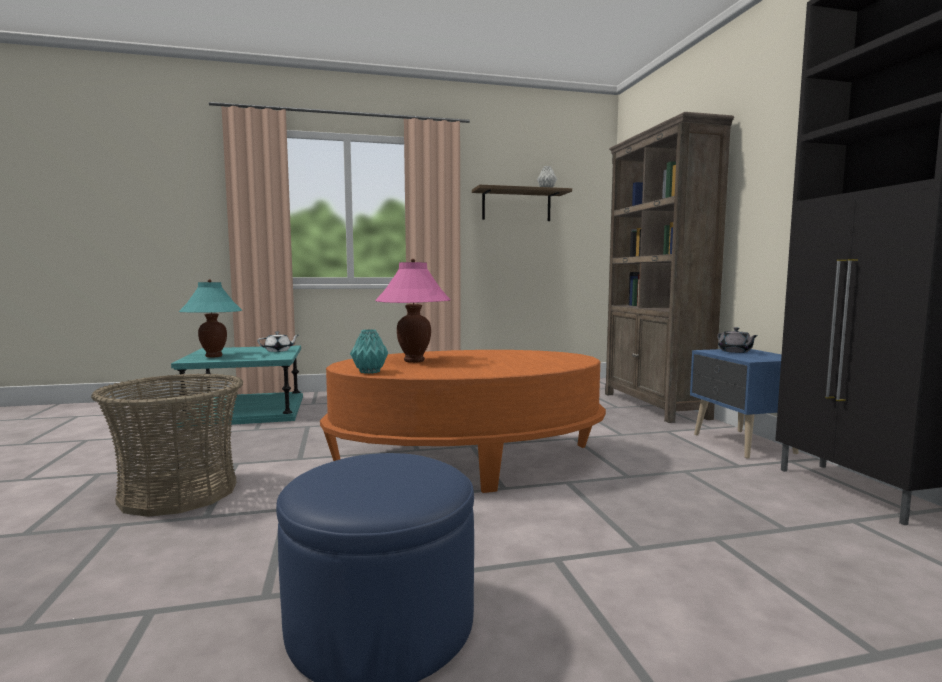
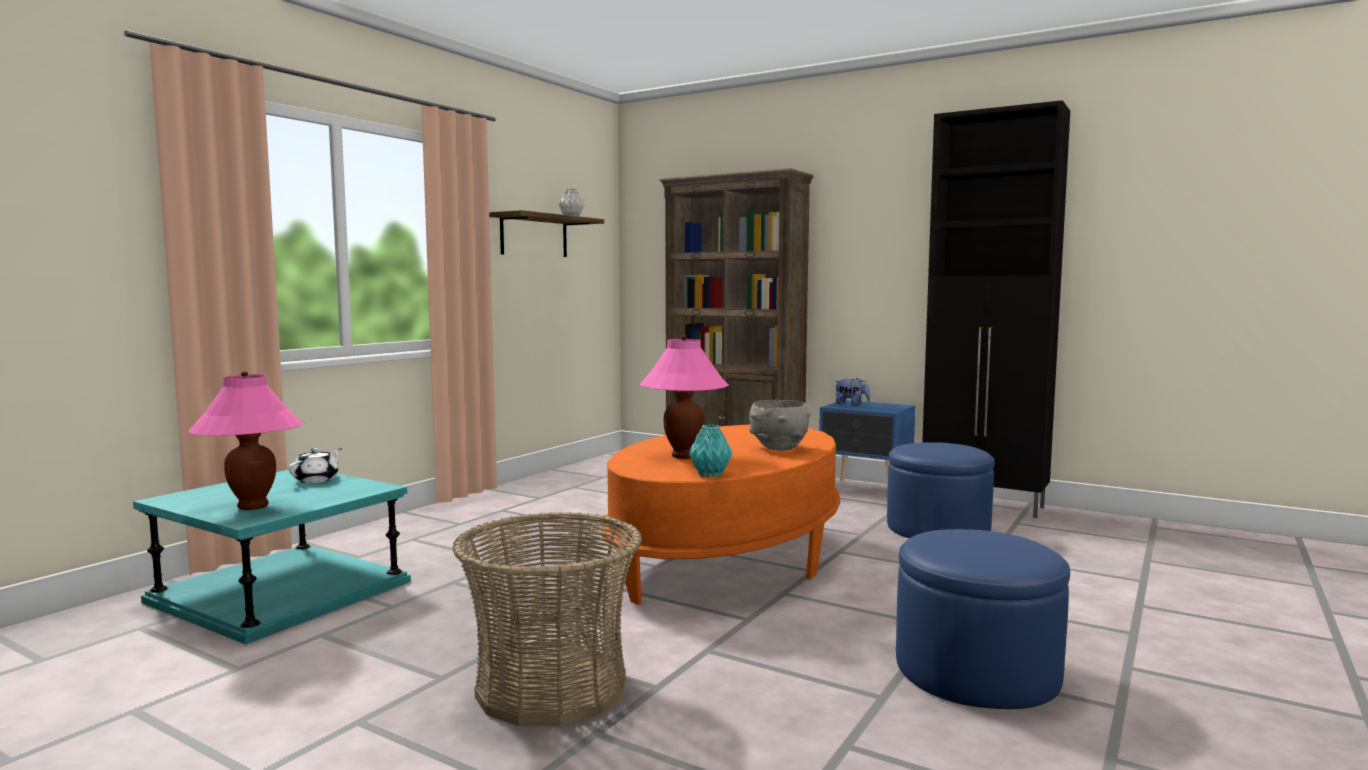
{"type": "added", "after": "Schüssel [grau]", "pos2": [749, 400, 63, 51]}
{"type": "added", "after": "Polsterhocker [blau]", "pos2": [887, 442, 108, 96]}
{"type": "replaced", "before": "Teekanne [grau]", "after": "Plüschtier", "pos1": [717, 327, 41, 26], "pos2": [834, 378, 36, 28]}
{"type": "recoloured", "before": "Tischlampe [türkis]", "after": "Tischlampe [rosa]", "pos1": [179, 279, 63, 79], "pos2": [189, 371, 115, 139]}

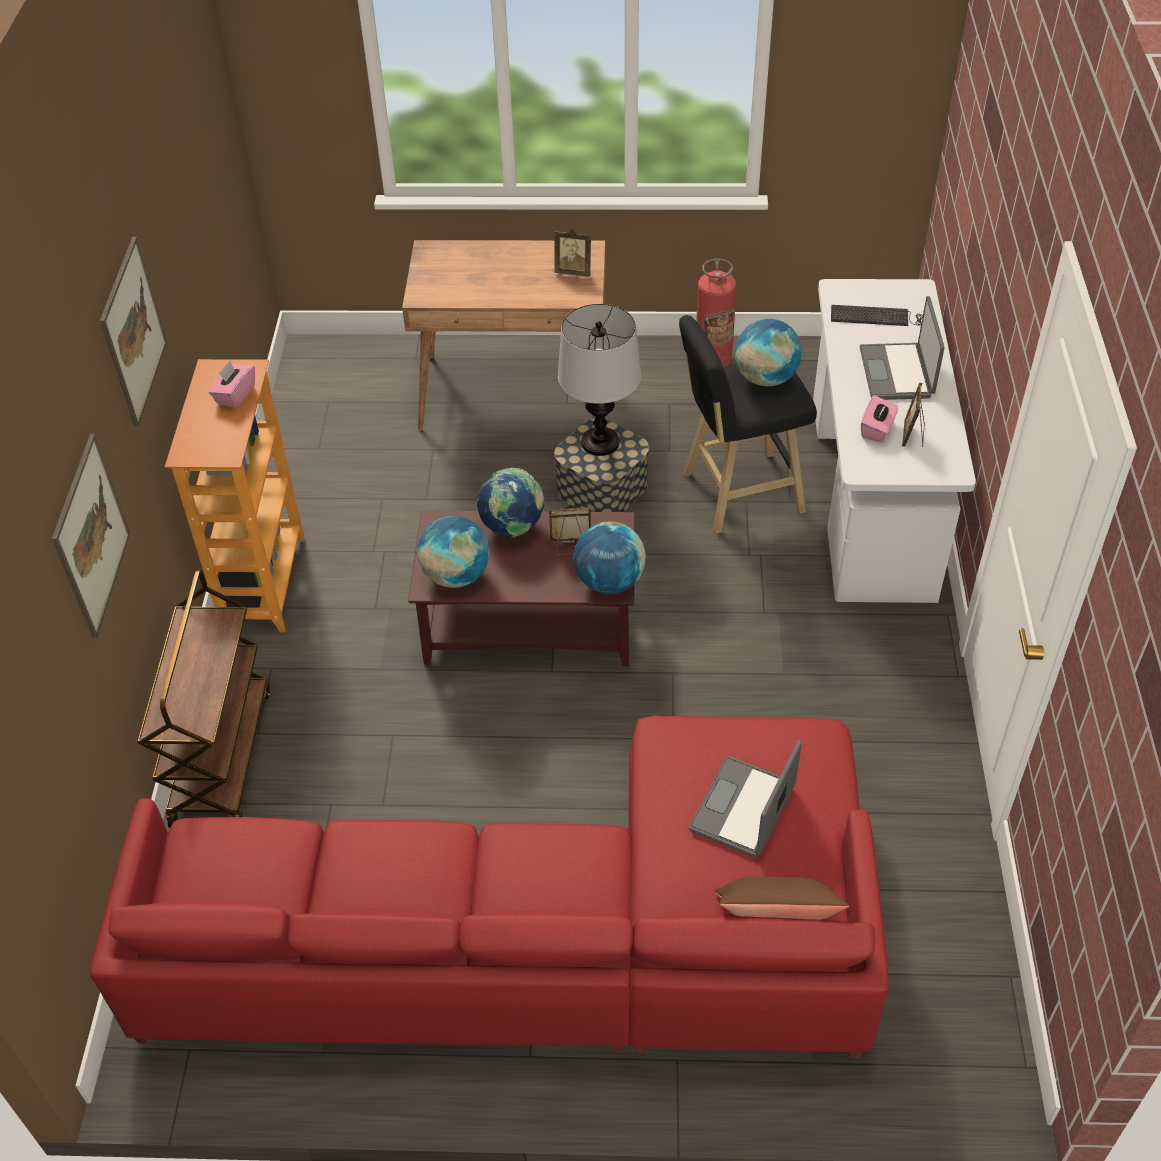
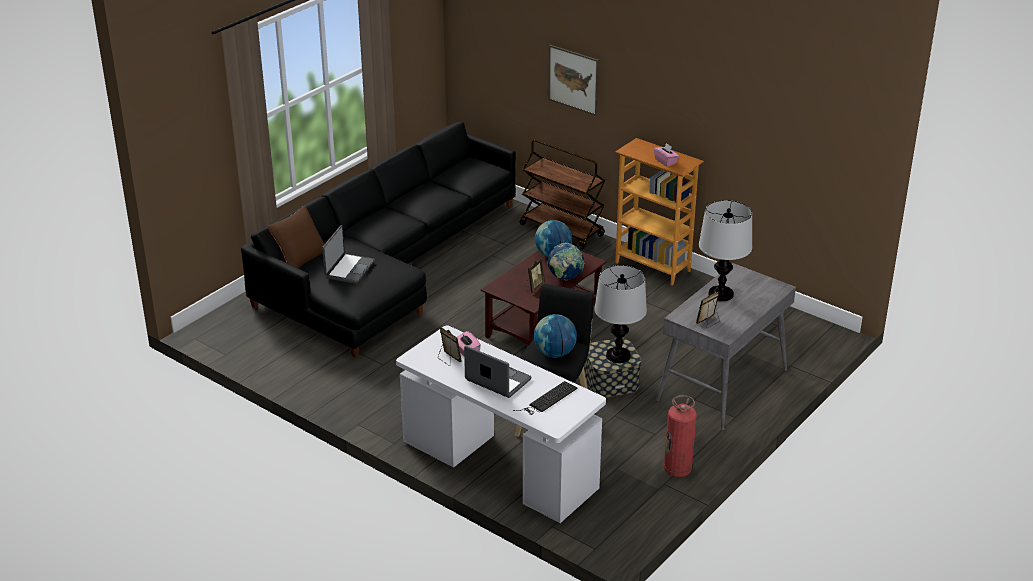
{"type": "removed", "before": "Bild", "pos1": [100, 236, 67, 191]}
{"type": "removed", "before": "Globus", "pos1": [573, 521, 73, 73]}
{"type": "added", "after": "Tischlampe", "pos2": [699, 200, 53, 101]}
{"type": "recoloured", "before": "Sofa [rot]", "after": "Sofa [schwarz]", "pos1": [89, 716, 800, 342], "pos2": [241, 122, 275, 236]}
{"type": "recoloured", "before": "Schreibtisch [braun]", "after": "Schreibtisch [grau]", "pos1": [402, 240, 203, 190], "pos2": [656, 263, 140, 167]}
{"type": "turned", "before": "Laptop", "pos1": [689, 740, 113, 117], "pos2": [322, 225, 53, 59], "turn": 45}

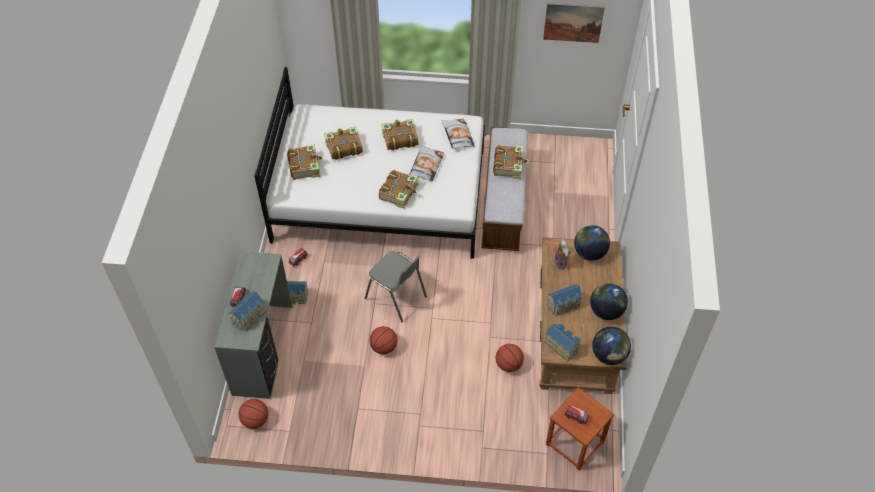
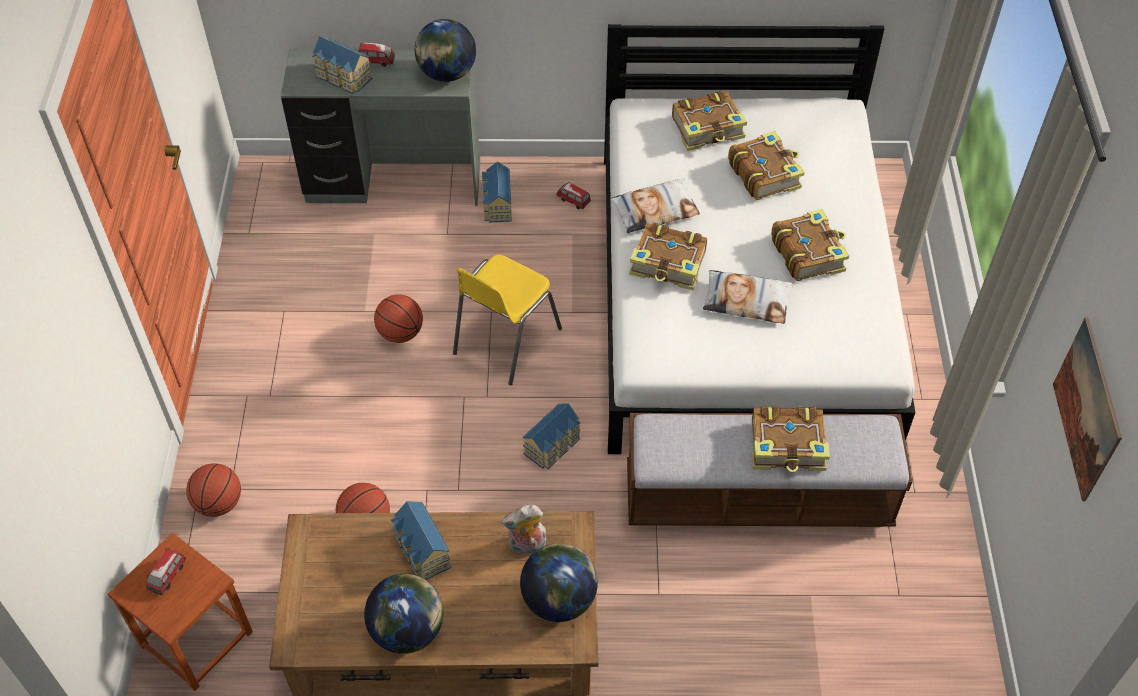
{"type": "moved", "before": "Basketball", "pos1": [239, 399, 29, 30], "pos2": [186, 463, 55, 54]}
{"type": "moved", "before": "Kissen", "pos1": [442, 119, 33, 30], "pos2": [610, 179, 90, 54]}
{"type": "moved", "before": "Spielzeughaus", "pos1": [544, 323, 36, 39], "pos2": [522, 404, 59, 65]}
{"type": "moved", "before": "Globus", "pos1": [592, 327, 39, 38], "pos2": [415, 19, 61, 63]}
{"type": "recoloured", "before": "Stuhl [grau]", "after": "Stuhl [gelb]", "pos1": [365, 251, 62, 71], "pos2": [453, 255, 109, 130]}

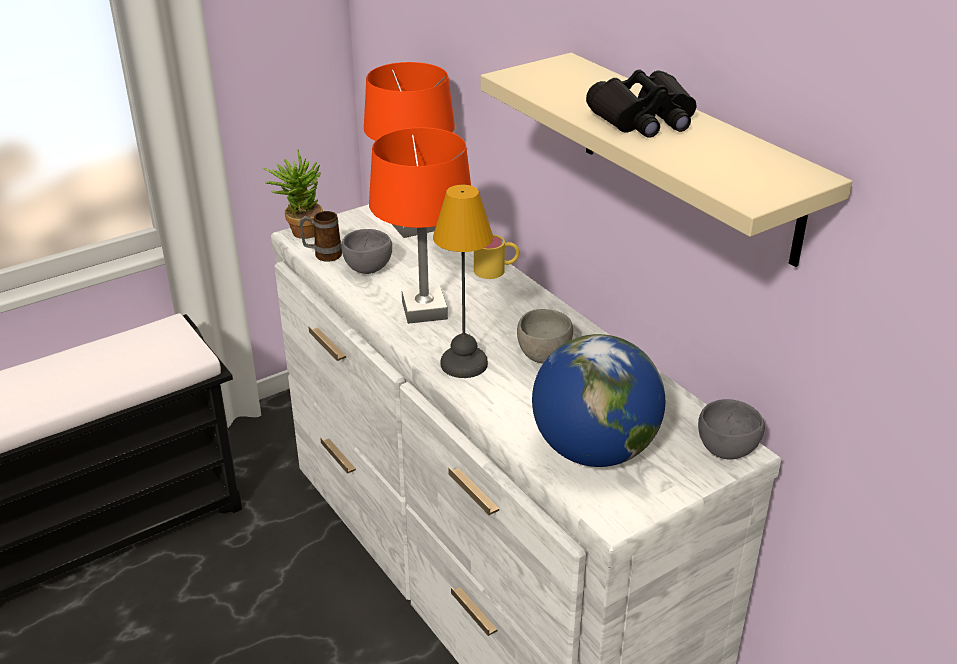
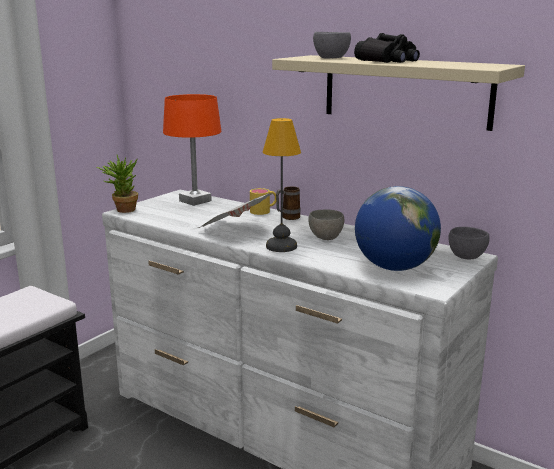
{"type": "moved", "before": "Henkelbecher", "pos1": [300, 211, 42, 51], "pos2": [276, 187, 25, 33]}
{"type": "moved", "before": "Schüssel [grau]", "pos1": [341, 229, 51, 45], "pos2": [313, 32, 38, 26]}
{"type": "replaced", "before": "Tischlampe [orange]", "after": "Zeitung", "pos1": [369, 127, 102, 197], "pos2": [198, 193, 74, 35]}

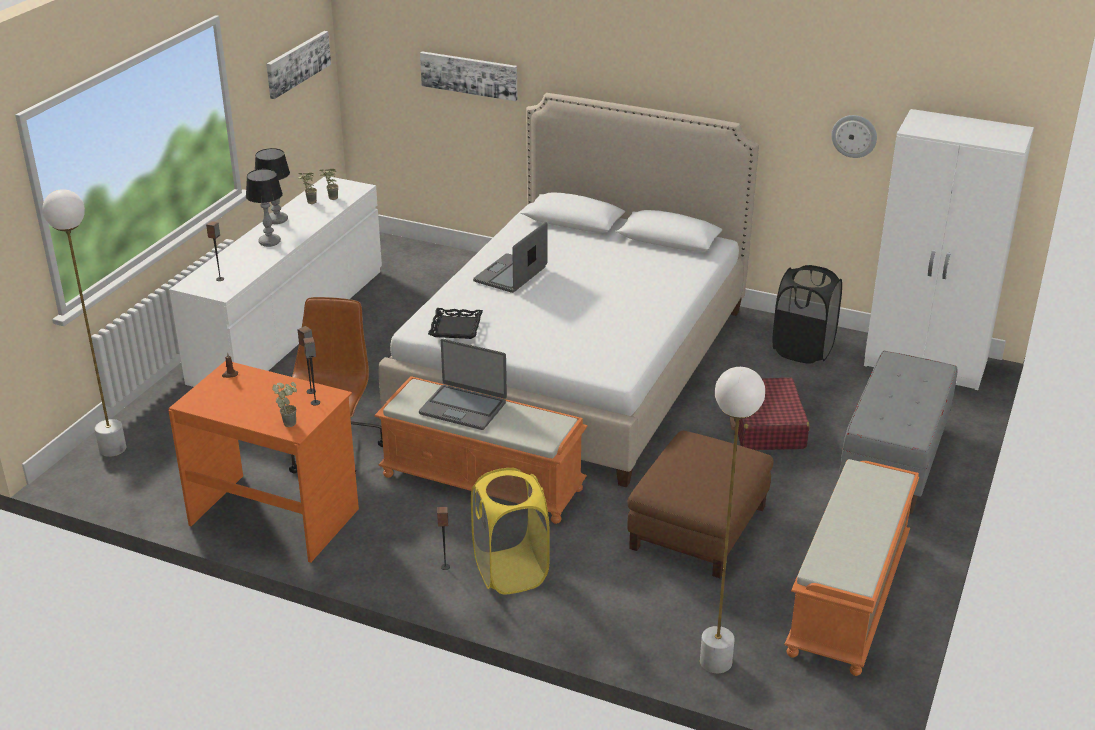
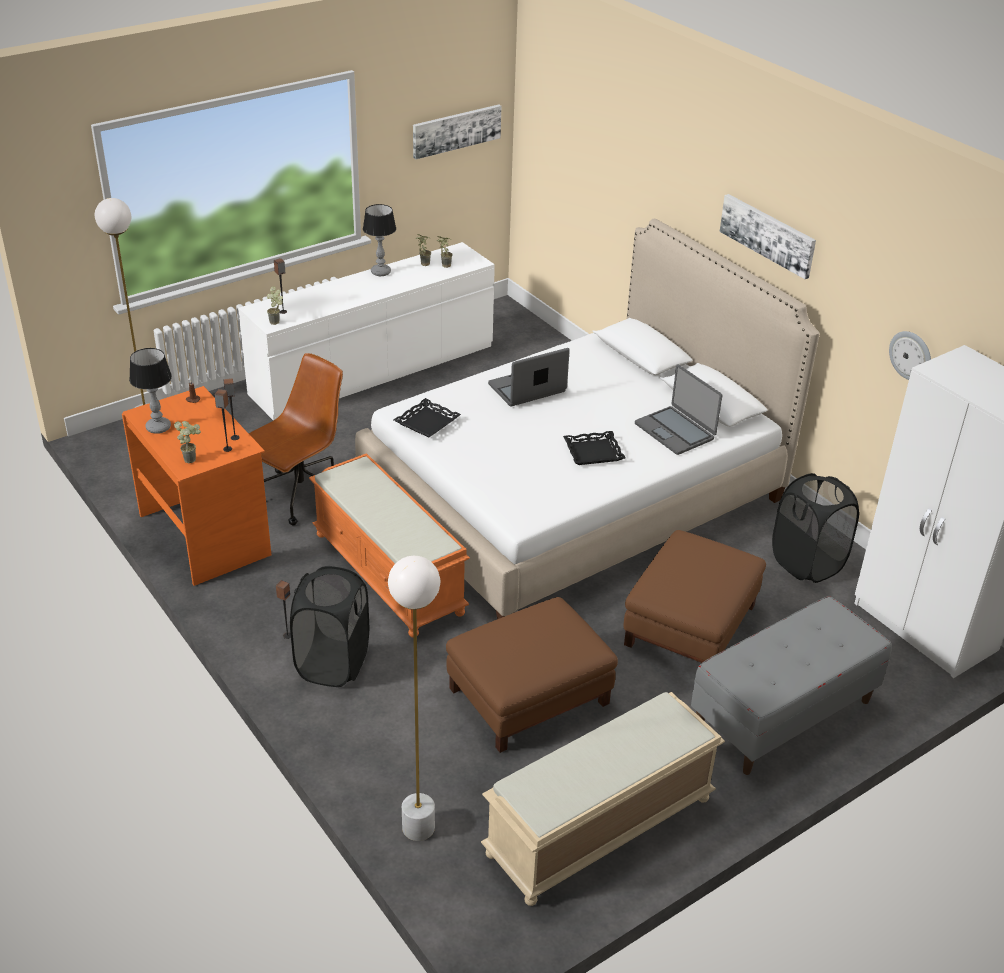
{"type": "added", "after": "Topfpflanze", "pos2": [267, 286, 16, 39]}
{"type": "added", "after": "Tablett [schwarz]", "pos2": [563, 431, 63, 34]}
{"type": "moved", "before": "Tischlampe", "pos1": [246, 169, 37, 78], "pos2": [129, 348, 43, 86]}
{"type": "moved", "before": "Laptop", "pos1": [419, 339, 88, 91], "pos2": [635, 364, 87, 91]}
{"type": "moved", "before": "Bild", "pos1": [420, 51, 97, 50], "pos2": [720, 194, 96, 85]}
{"type": "replaced", "before": "Koffer [rot]", "after": "Polsterhocker [braun]", "pos1": [730, 377, 80, 73], "pos2": [624, 530, 142, 133]}
{"type": "recoloured", "before": "Wäschekorb [gelb]", "after": "Wäschekorb [schwarz]", "pos1": [471, 468, 79, 127], "pos2": [290, 566, 79, 121]}
{"type": "recoloured", "before": "Bank [orange]", "after": "Bank [beige]", "pos1": [784, 459, 135, 217], "pos2": [481, 692, 244, 214]}

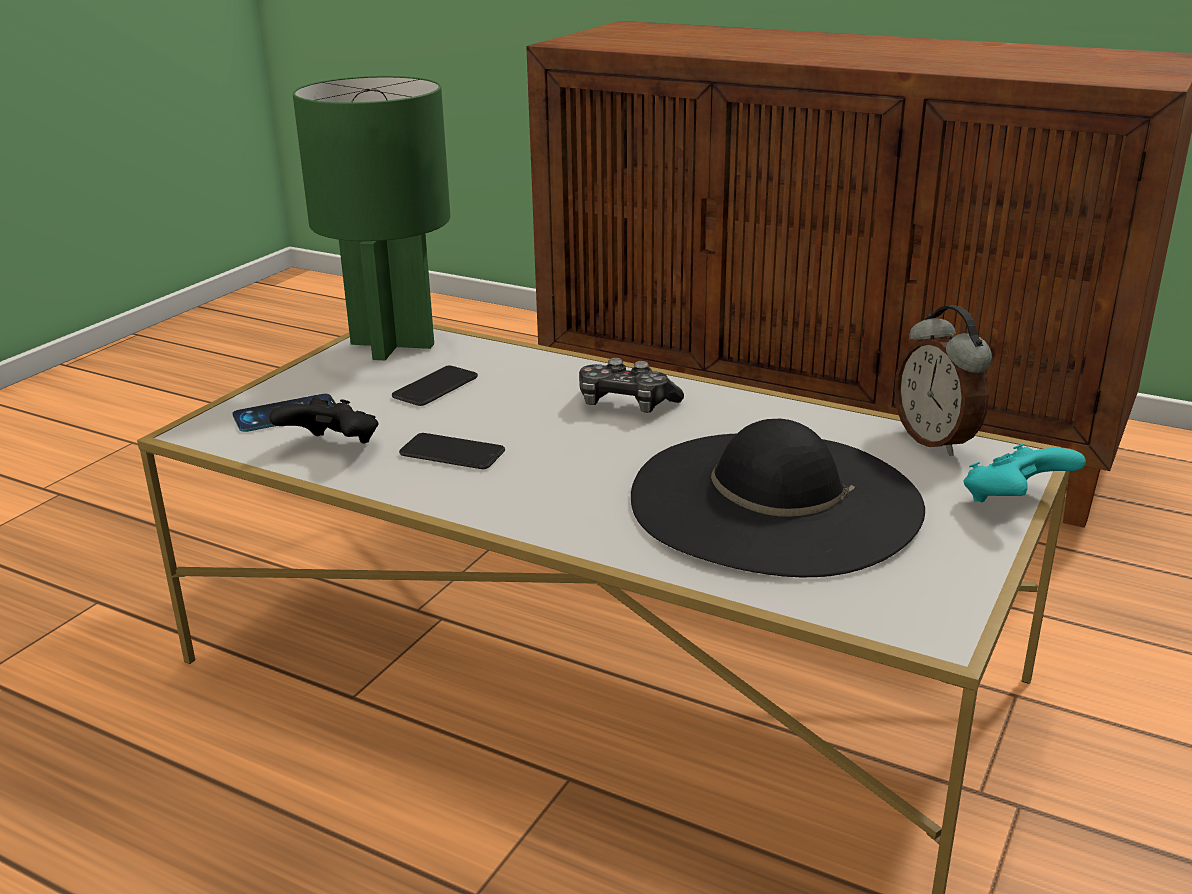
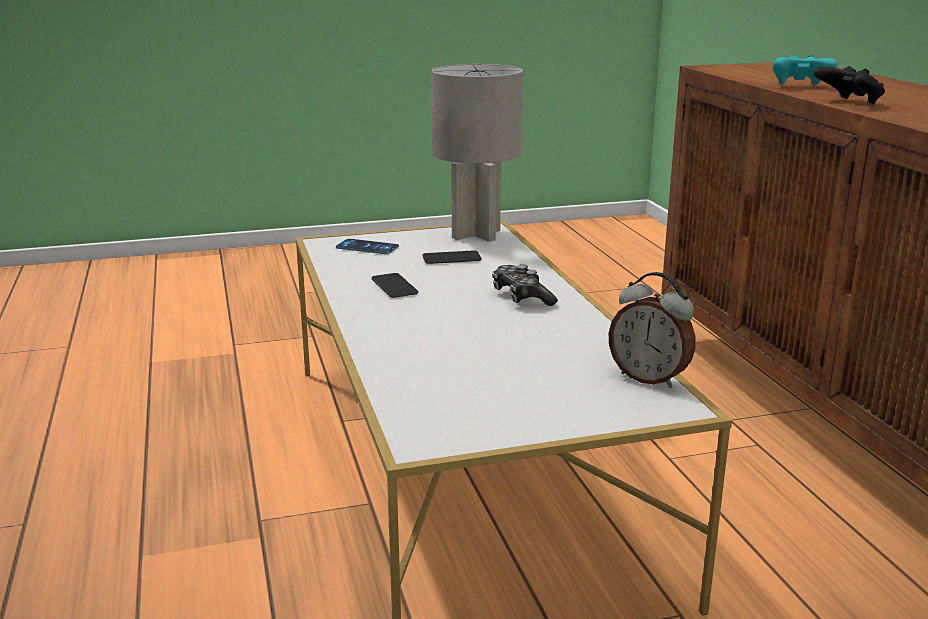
{"type": "removed", "before": "Hut [schwarz]", "pos1": [631, 419, 294, 158]}
{"type": "moved", "before": "Gamepad [schwarz]", "pos1": [269, 397, 110, 47], "pos2": [813, 66, 72, 38]}
{"type": "moved", "before": "Gamepad [türkis]", "pos1": [963, 443, 123, 59], "pos2": [772, 55, 65, 30]}
{"type": "recoloured", "before": "Tischlampe [grün]", "after": "Tischlampe [grau]", "pos1": [293, 76, 157, 285], "pos2": [431, 64, 92, 178]}
{"type": "turned", "before": "Wecker", "pos1": [894, 305, 98, 151], "pos2": [609, 272, 87, 116], "turn": -75}

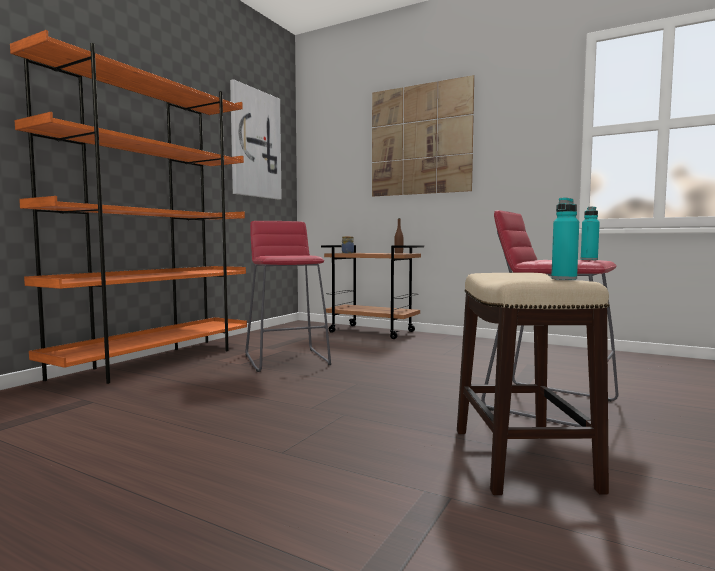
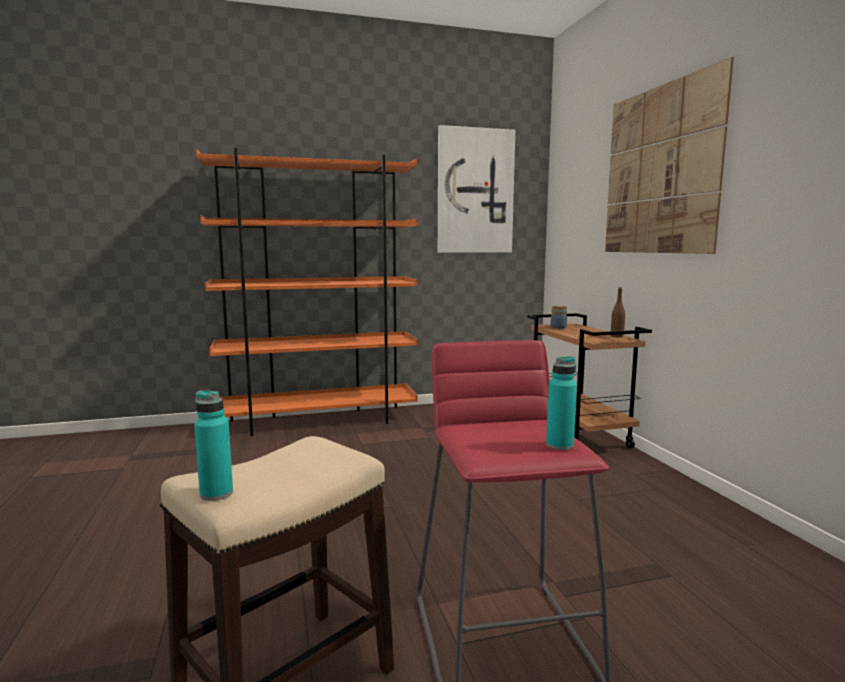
{"type": "removed", "before": "Hocker [rot]", "pos1": [246, 221, 85, 151]}

